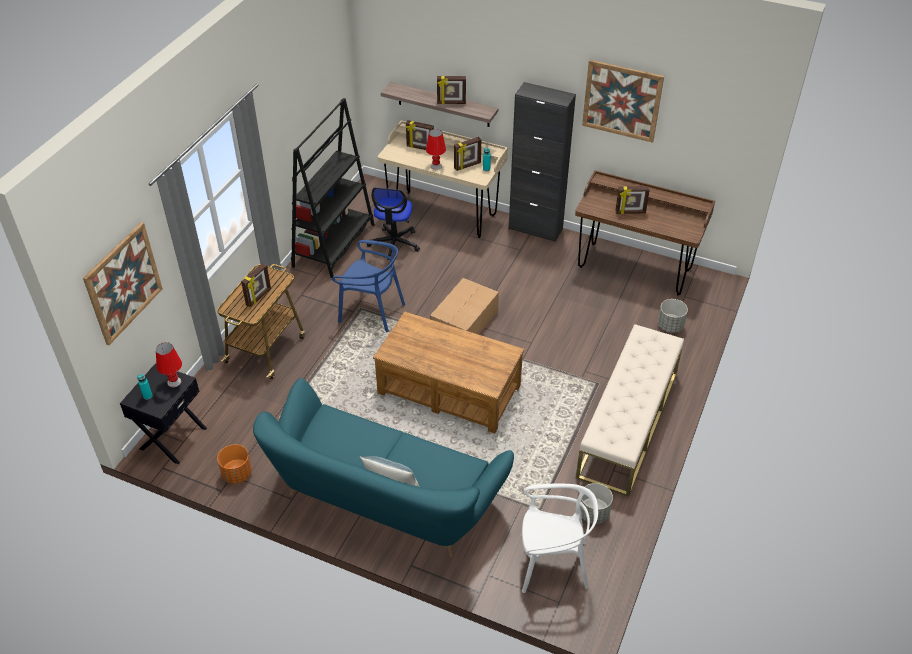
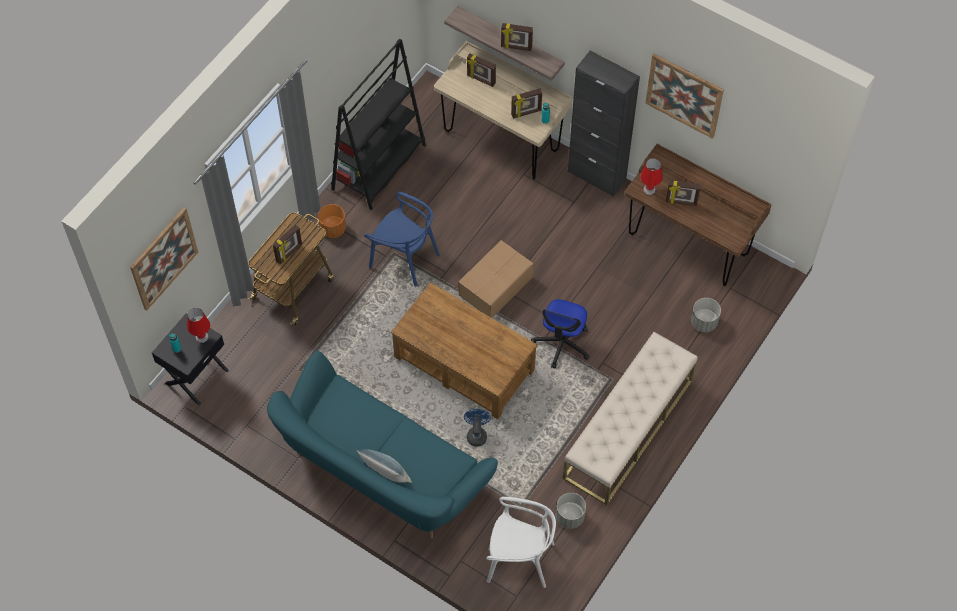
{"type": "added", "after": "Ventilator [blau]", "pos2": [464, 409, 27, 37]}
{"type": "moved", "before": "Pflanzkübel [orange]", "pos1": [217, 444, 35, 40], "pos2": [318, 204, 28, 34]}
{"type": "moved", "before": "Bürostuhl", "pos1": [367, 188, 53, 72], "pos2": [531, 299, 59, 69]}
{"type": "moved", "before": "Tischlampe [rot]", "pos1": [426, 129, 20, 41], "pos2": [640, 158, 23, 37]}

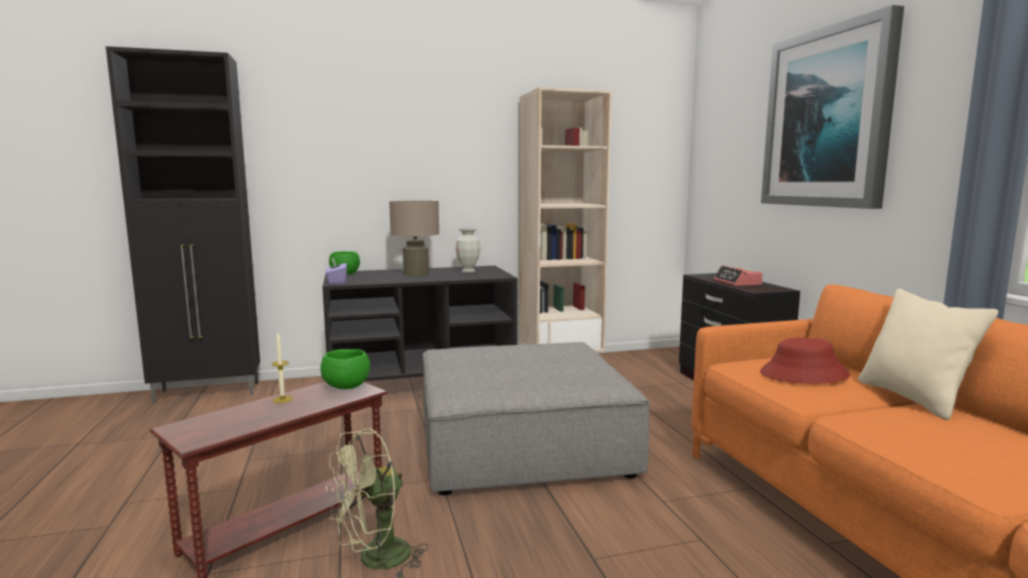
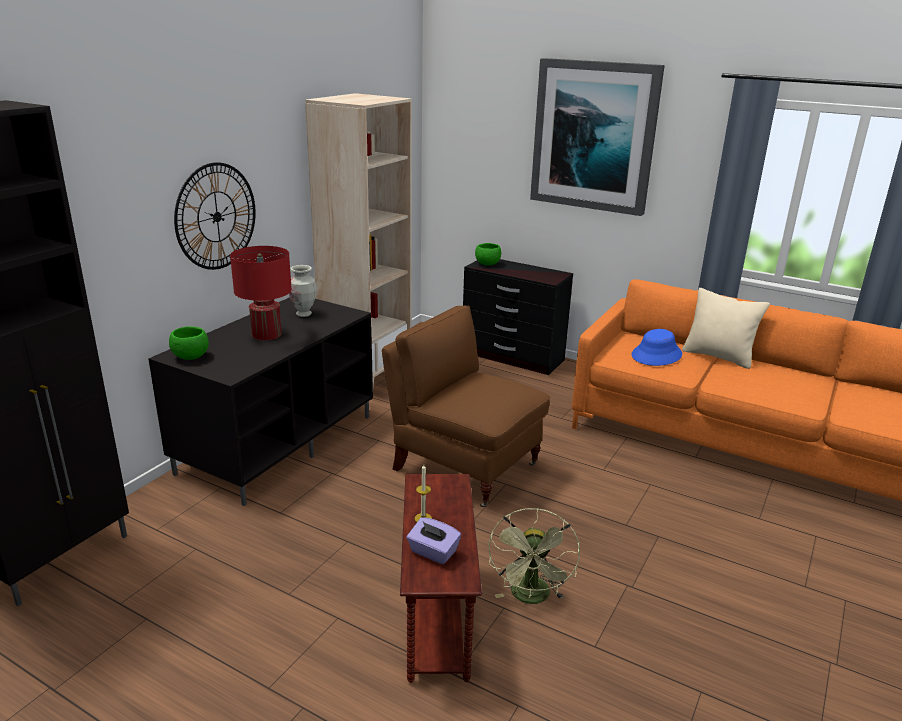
{"type": "removed", "before": "Wecker", "pos1": [714, 265, 49, 21]}
{"type": "added", "after": "Wanduhr", "pos2": [174, 162, 82, 108]}
{"type": "moved", "before": "Schüssel [grün]", "pos1": [320, 349, 50, 40], "pos2": [475, 243, 26, 23]}
{"type": "moved", "before": "Taschentuchbox [lila]", "pos1": [325, 258, 22, 26], "pos2": [407, 517, 54, 47]}
{"type": "replaced", "before": "Polsterhocker [grau]", "after": "Sessel [braun]", "pos1": [423, 342, 227, 153], "pos2": [382, 305, 168, 202]}
{"type": "recoloured", "before": "Tischlampe [beige]", "after": "Tischlampe [rot]", "pos1": [389, 201, 50, 76], "pos2": [230, 246, 62, 94]}
{"type": "recoloured", "before": "Hut [rot]", "after": "Hut [blau]", "pos1": [760, 338, 90, 46], "pos2": [631, 329, 51, 37]}

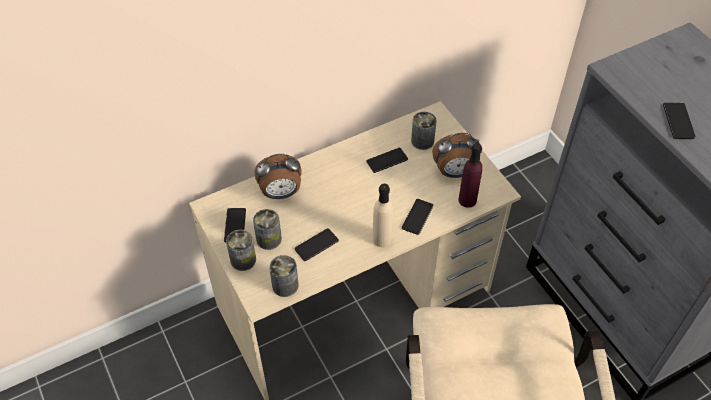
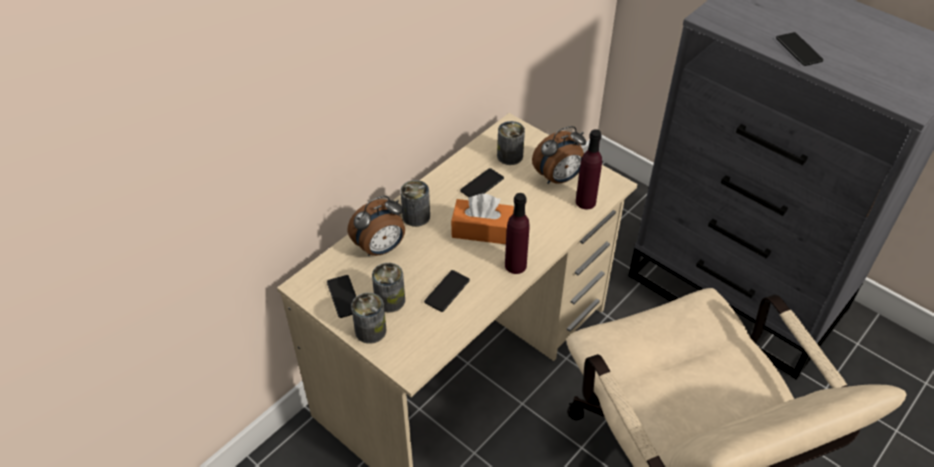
{"type": "removed", "before": "Handy", "pos1": [402, 199, 31, 36]}
{"type": "added", "after": "Taschentuchbox [orange]", "pos2": [451, 194, 63, 50]}
{"type": "moved", "before": "Dose", "pos1": [269, 255, 30, 42], "pos2": [400, 180, 30, 47]}
{"type": "recoloured", "before": "Flasche [beige]", "after": "Flasche [lila]", "pos1": [373, 183, 20, 64], "pos2": [505, 193, 25, 81]}

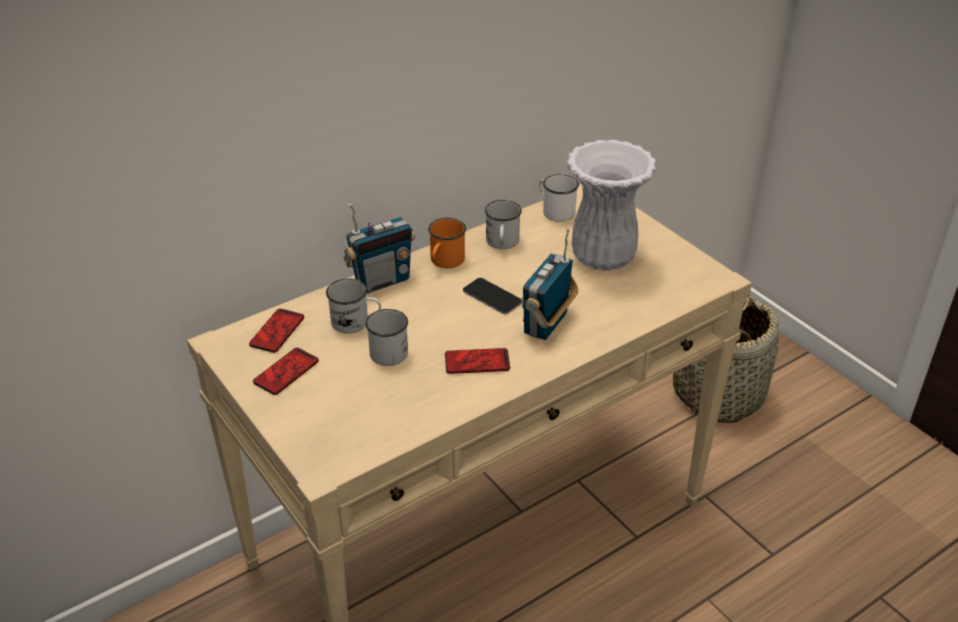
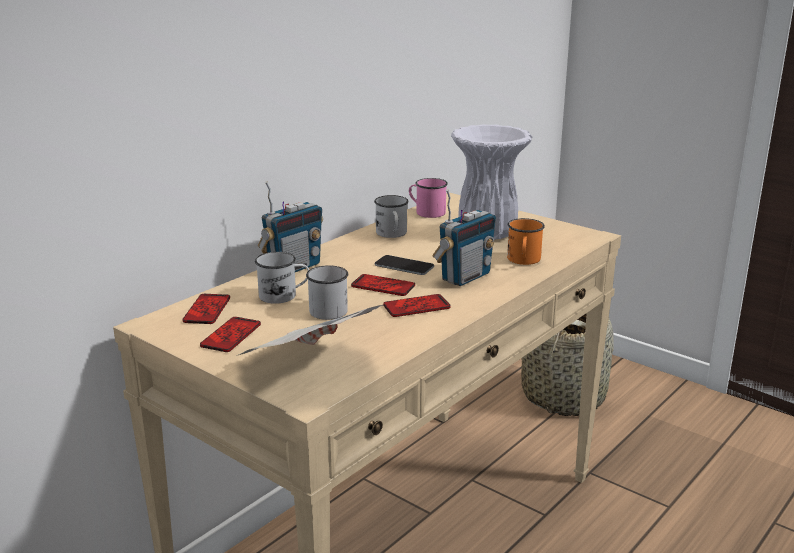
{"type": "added", "after": "Zeitung", "pos2": [236, 305, 147, 51]}
{"type": "added", "after": "Handy", "pos2": [351, 274, 64, 22]}
{"type": "moved", "before": "Henkelbecher [orange]", "pos1": [428, 218, 38, 50], "pos2": [507, 218, 38, 47]}
{"type": "recoloured", "before": "Henkelbecher [weiß]", "after": "Henkelbecher [rosa]", "pos1": [539, 174, 40, 48], "pos2": [409, 178, 39, 40]}
{"type": "turned", "before": "Radio", "pos1": [521, 229, 57, 111], "pos2": [432, 189, 64, 97], "turn": -150}

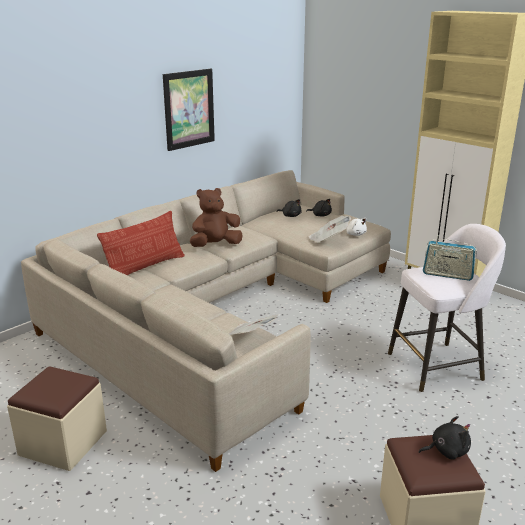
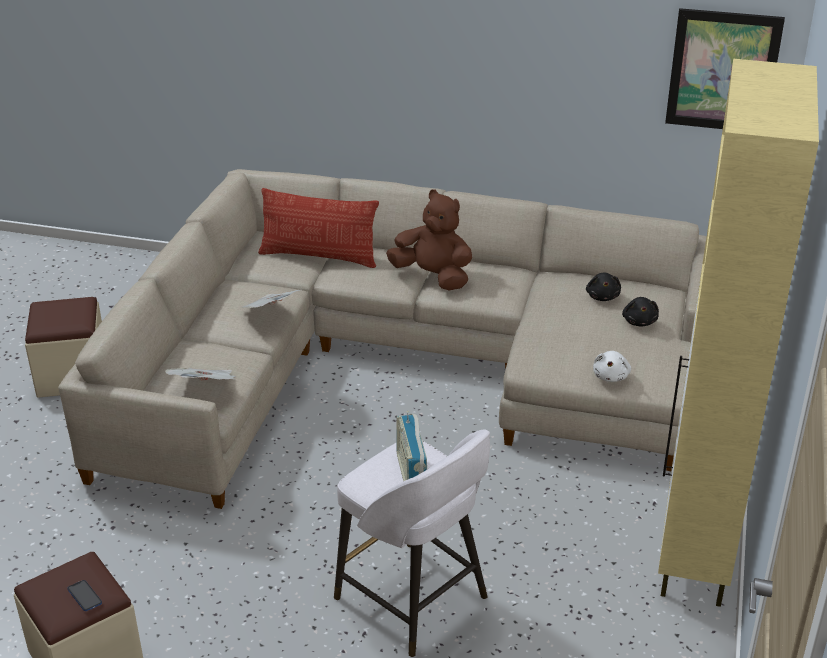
{"type": "moved", "before": "Bild", "pos1": [163, 69, 52, 82], "pos2": [665, 8, 120, 121]}
{"type": "moved", "before": "Zeitung", "pos1": [308, 216, 43, 27], "pos2": [242, 290, 58, 18]}
{"type": "replaced", "before": "Plüschtier [schwarz]", "after": "Handy", "pos1": [419, 416, 52, 44], "pos2": [68, 580, 34, 31]}

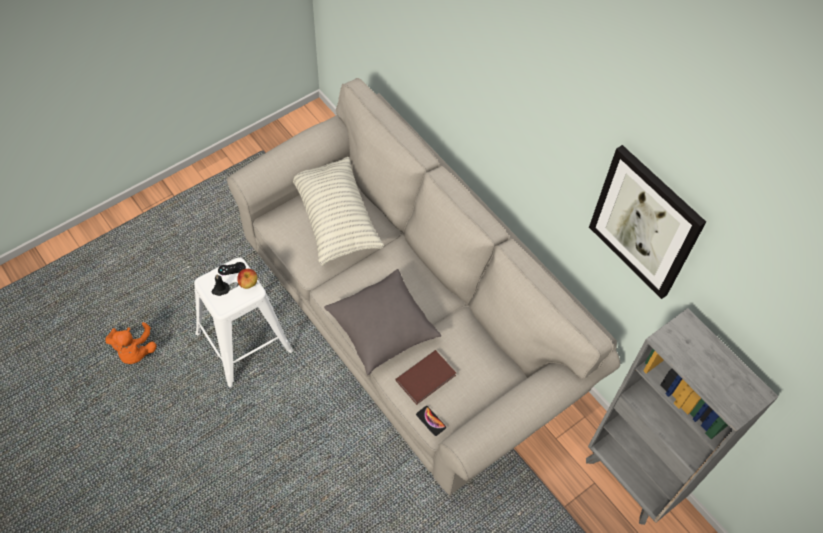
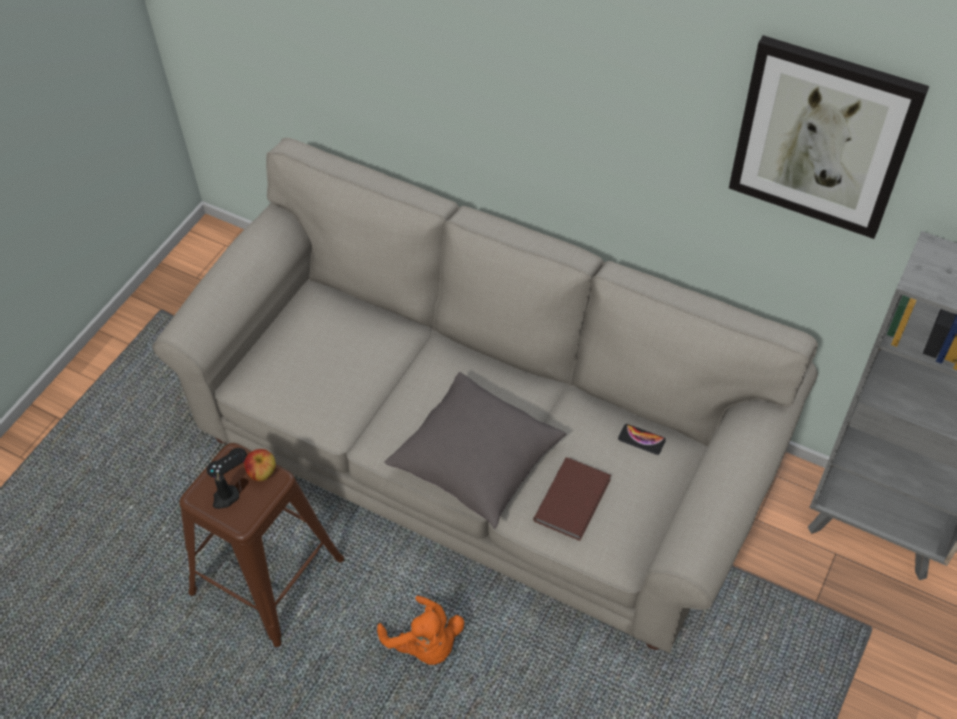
{"type": "removed", "before": "Kissen", "pos1": [293, 157, 91, 109]}
{"type": "moved", "before": "Plüschtier [orange]", "pos1": [105, 322, 51, 42], "pos2": [377, 596, 87, 69]}
{"type": "moved", "before": "Handy", "pos1": [416, 406, 30, 30], "pos2": [618, 424, 48, 31]}
{"type": "recoloured", "before": "Hocker [weiß]", "after": "Hocker [braun]", "pos1": [194, 258, 99, 129], "pos2": [180, 443, 164, 204]}

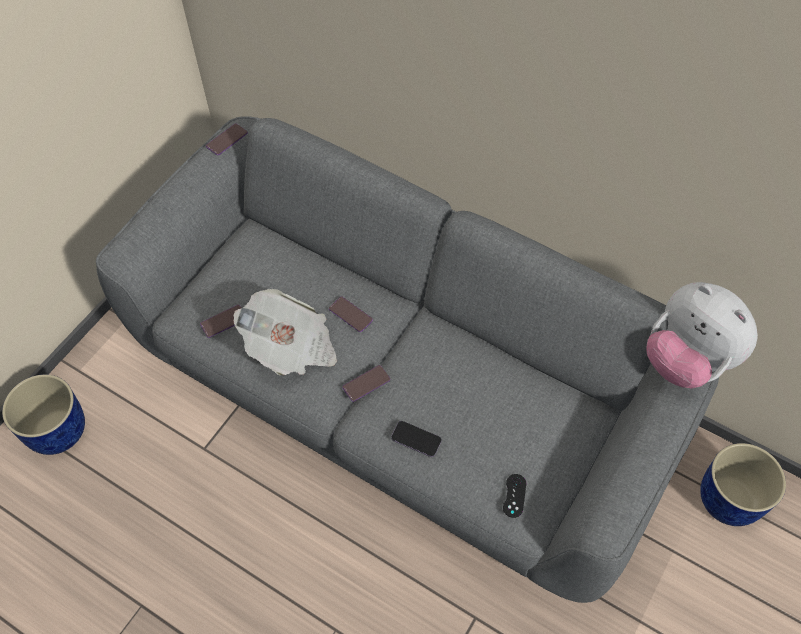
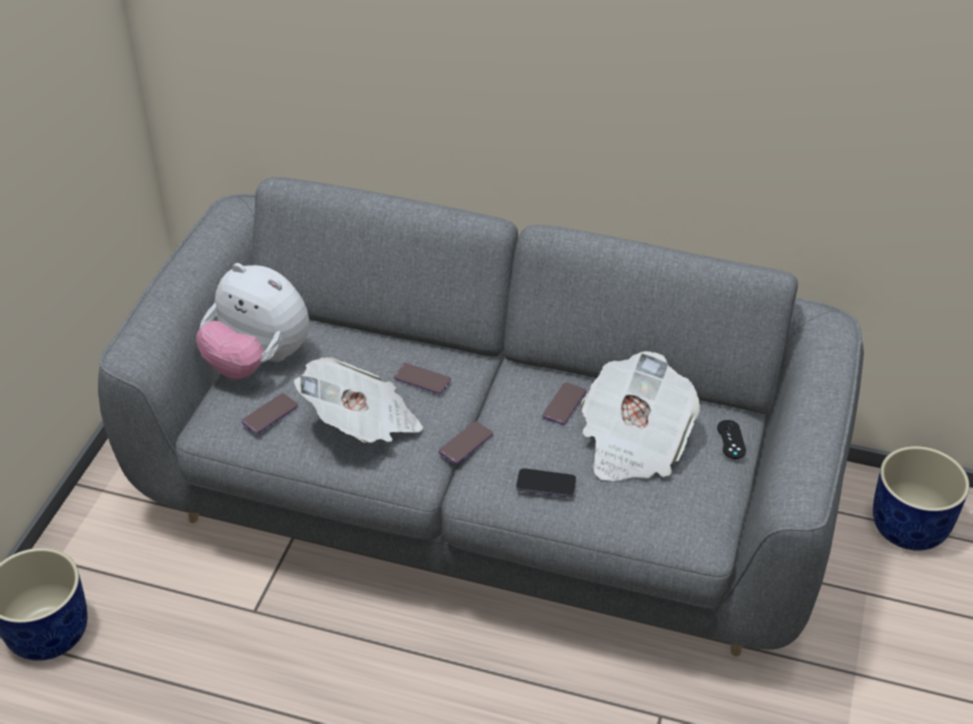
{"type": "added", "after": "Zeitung", "pos2": [581, 351, 119, 130]}
{"type": "moved", "before": "Handy", "pos1": [206, 123, 42, 32], "pos2": [542, 382, 44, 43]}
{"type": "moved", "before": "Gamepad [schwarz]", "pos1": [503, 474, 23, 44], "pos2": [717, 420, 29, 39]}
{"type": "moved", "before": "Plüschtier", "pos1": [646, 282, 112, 107], "pos2": [196, 263, 113, 116]}

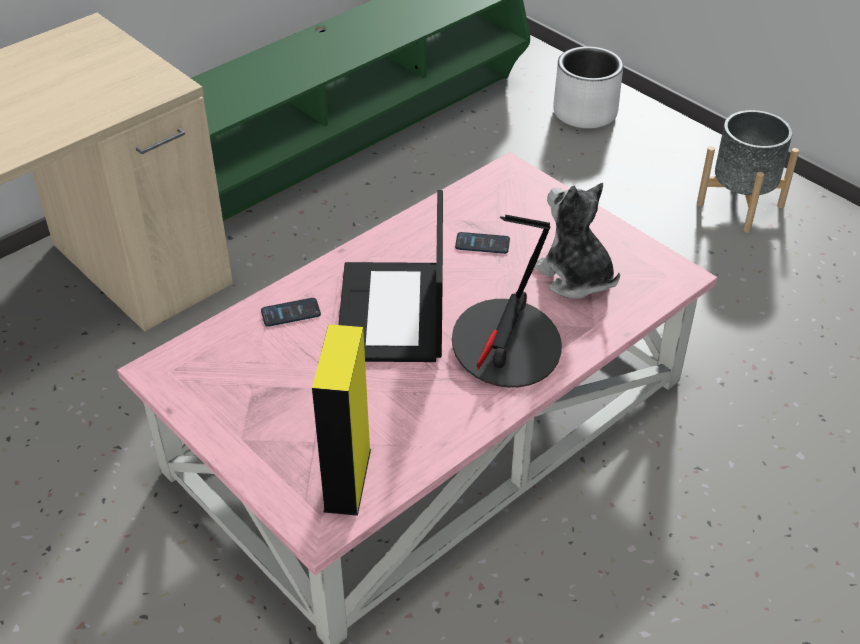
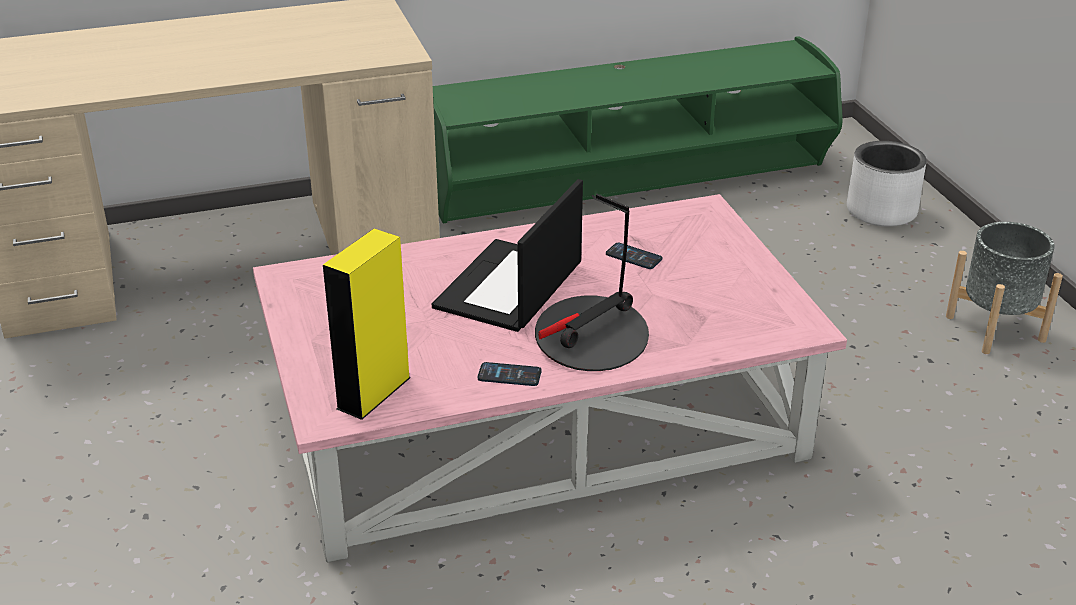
{"type": "removed", "before": "Plüschtier", "pos1": [534, 183, 86, 116]}
{"type": "moved", "before": "Handy", "pos1": [261, 298, 60, 29], "pos2": [478, 362, 63, 24]}

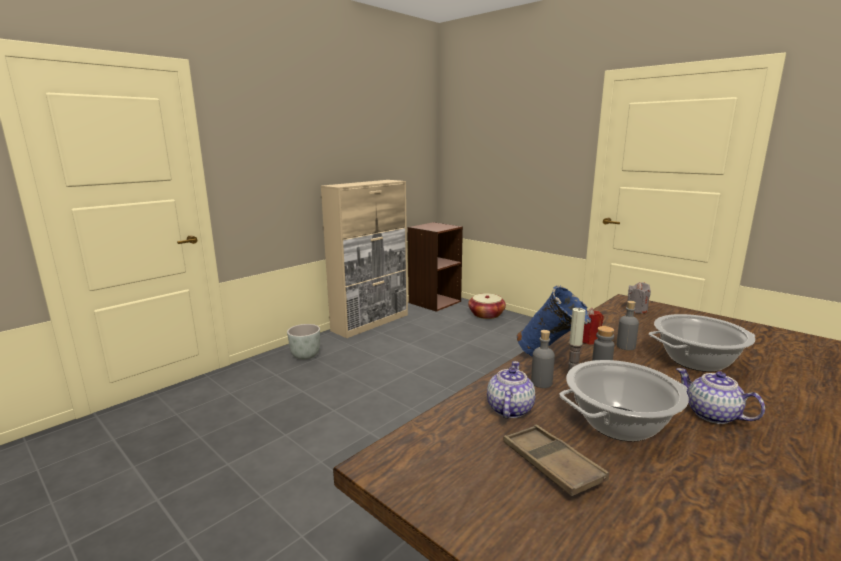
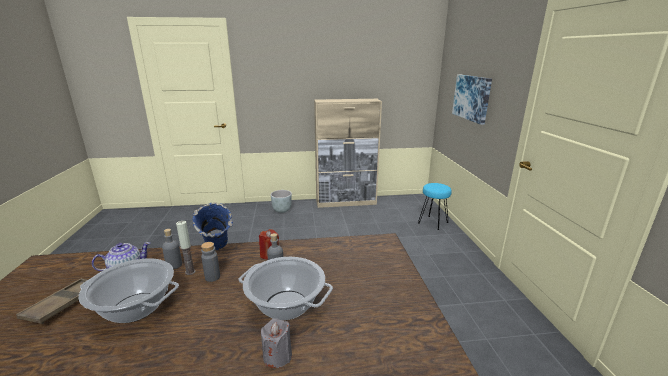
{"type": "removed", "before": "Bücherregal [braun]", "pos1": [407, 222, 56, 90]}
{"type": "removed", "before": "Teekanne", "pos1": [676, 368, 89, 56]}
{"type": "added", "after": "Bild", "pos2": [452, 75, 40, 50]}
{"type": "moved", "before": "Kerze [grau]", "pos1": [627, 282, 24, 32], "pos2": [261, 318, 31, 50]}
{"type": "replaced", "before": "Korb", "after": "Hocker [türkis]", "pos1": [468, 293, 38, 26], "pos2": [418, 183, 34, 47]}

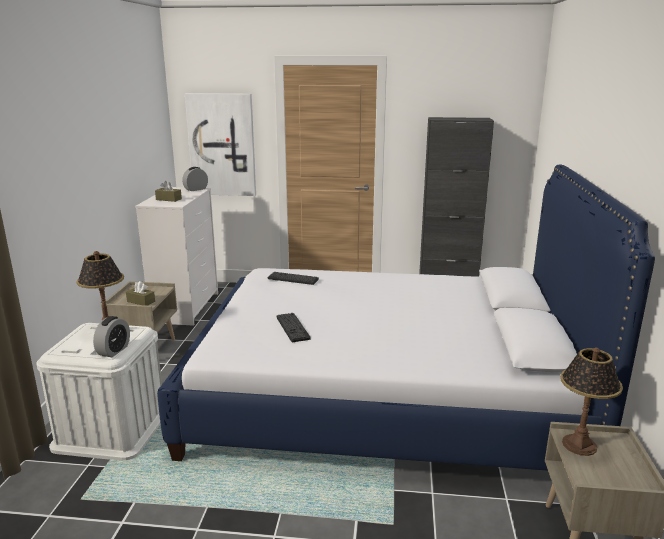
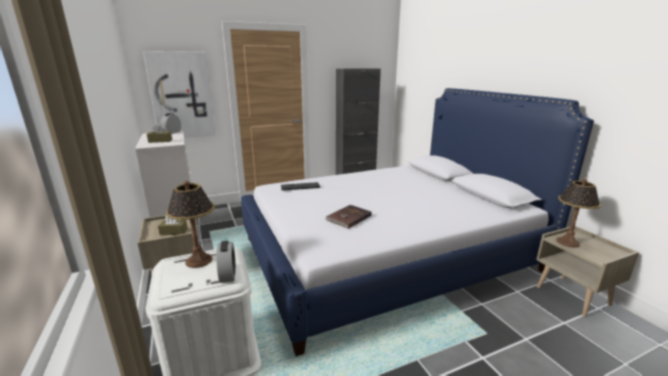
{"type": "replaced", "before": "Tastatur", "after": "Buch [braun]", "pos1": [277, 313, 34, 29], "pos2": [325, 205, 47, 24]}

